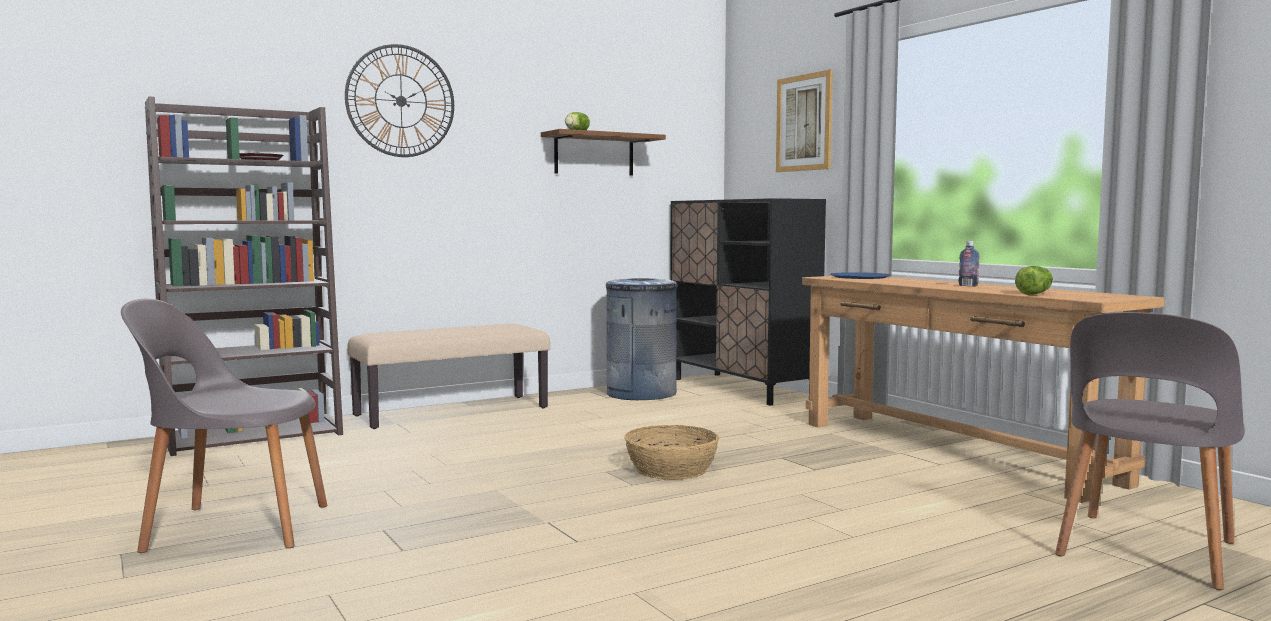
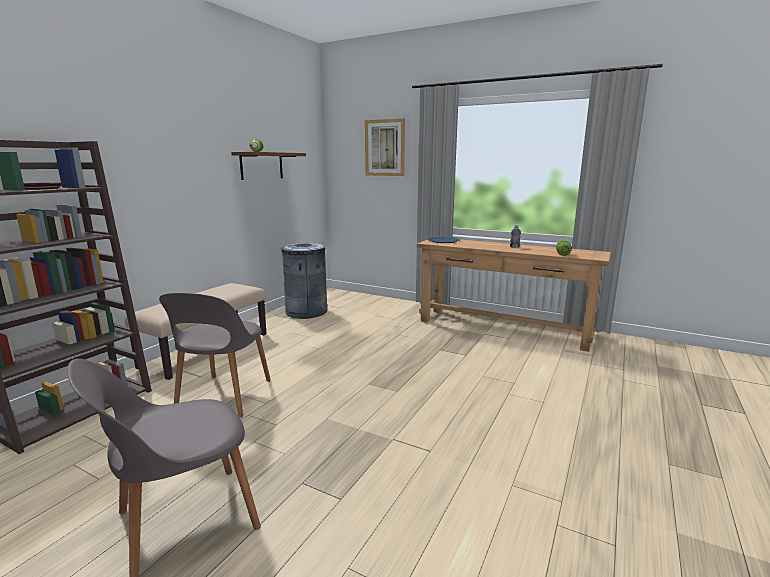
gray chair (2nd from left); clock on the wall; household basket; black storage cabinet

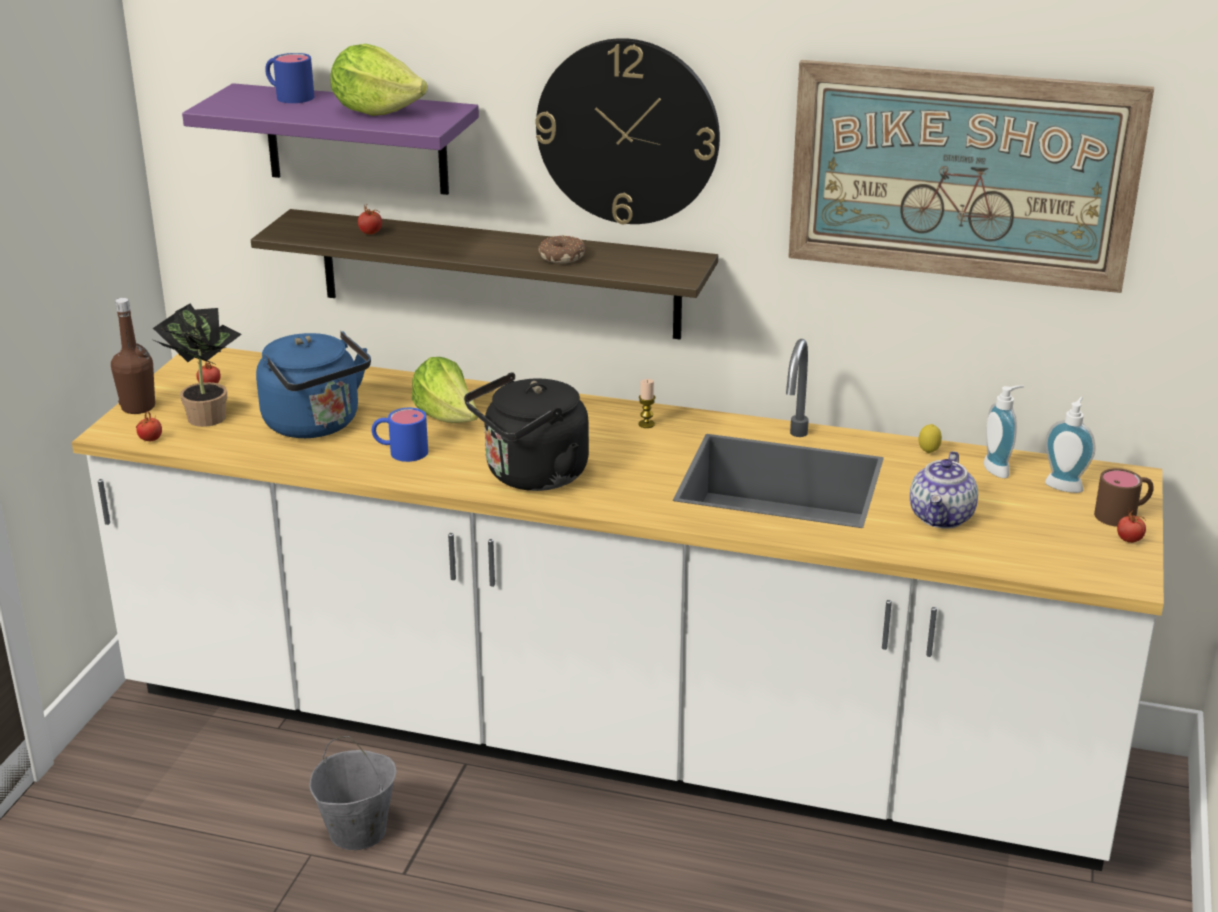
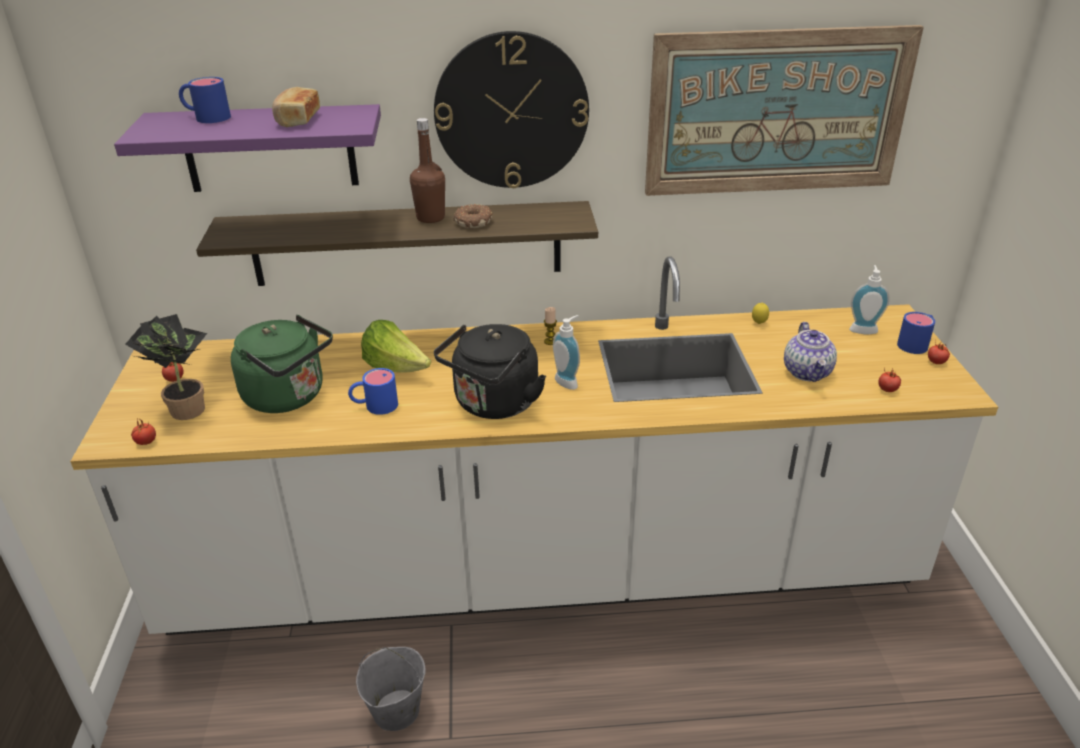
green-coloured kettle; baked bread; brown-coloured drink bottle; liquid soap bottle (1st from left); whole tomato (3rd from left); blue mug (3rd from left)

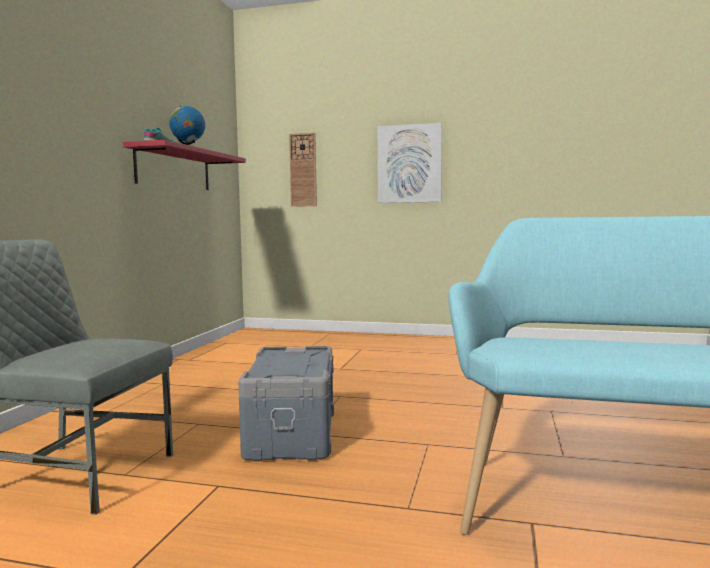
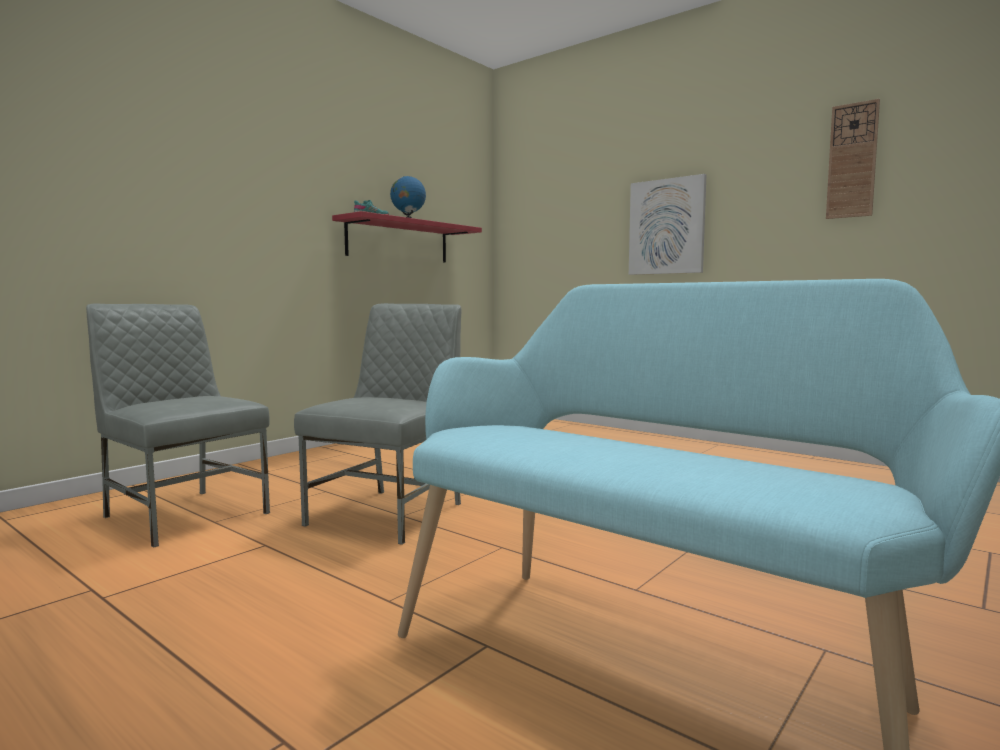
gray chair (2nd from left); clock on the wall

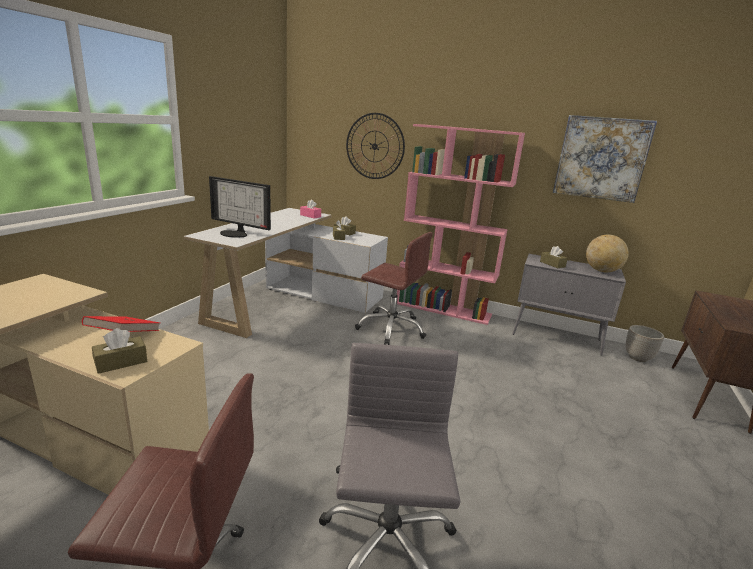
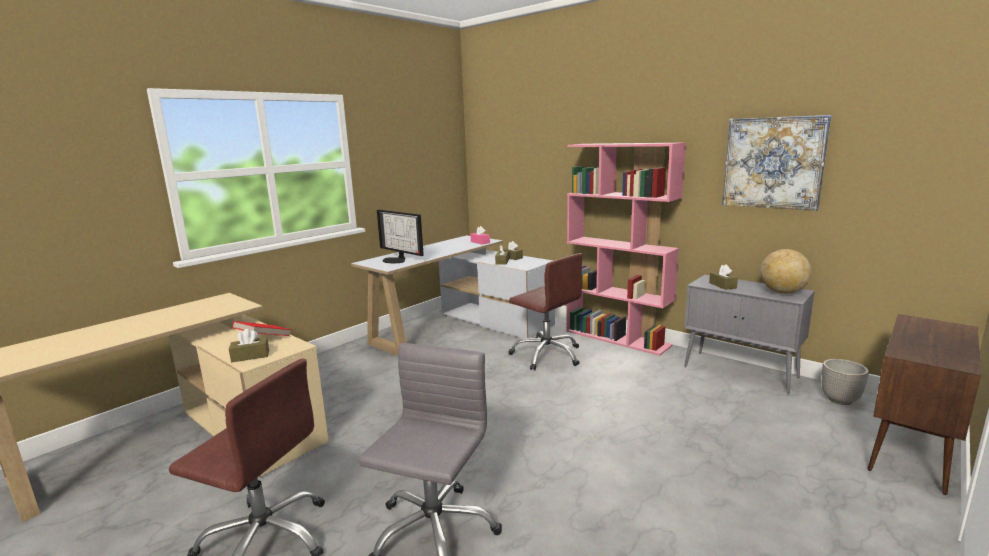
clock on the wall

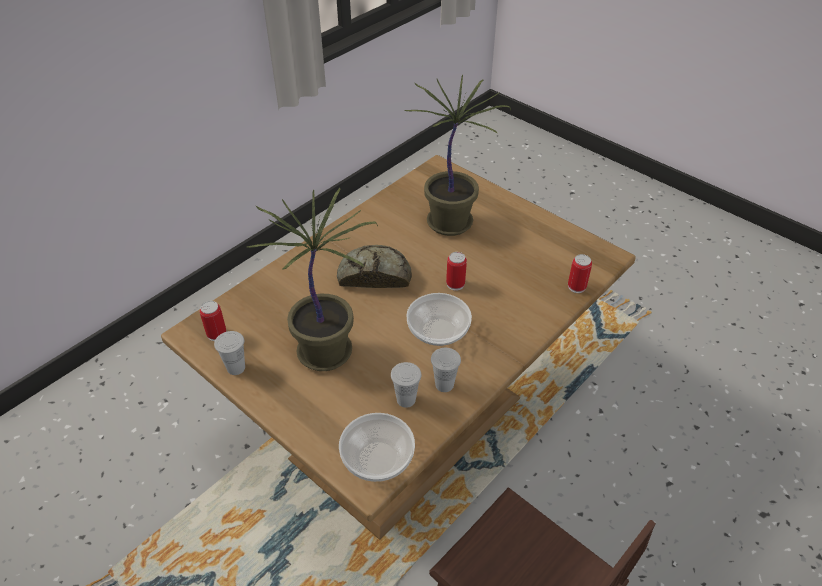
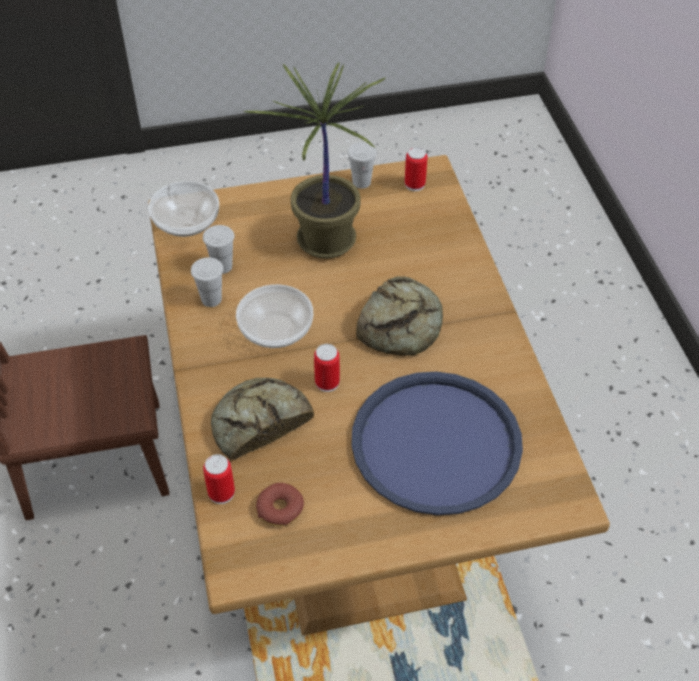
baked bread (1st from left); ring doughnut; blue carrying tray

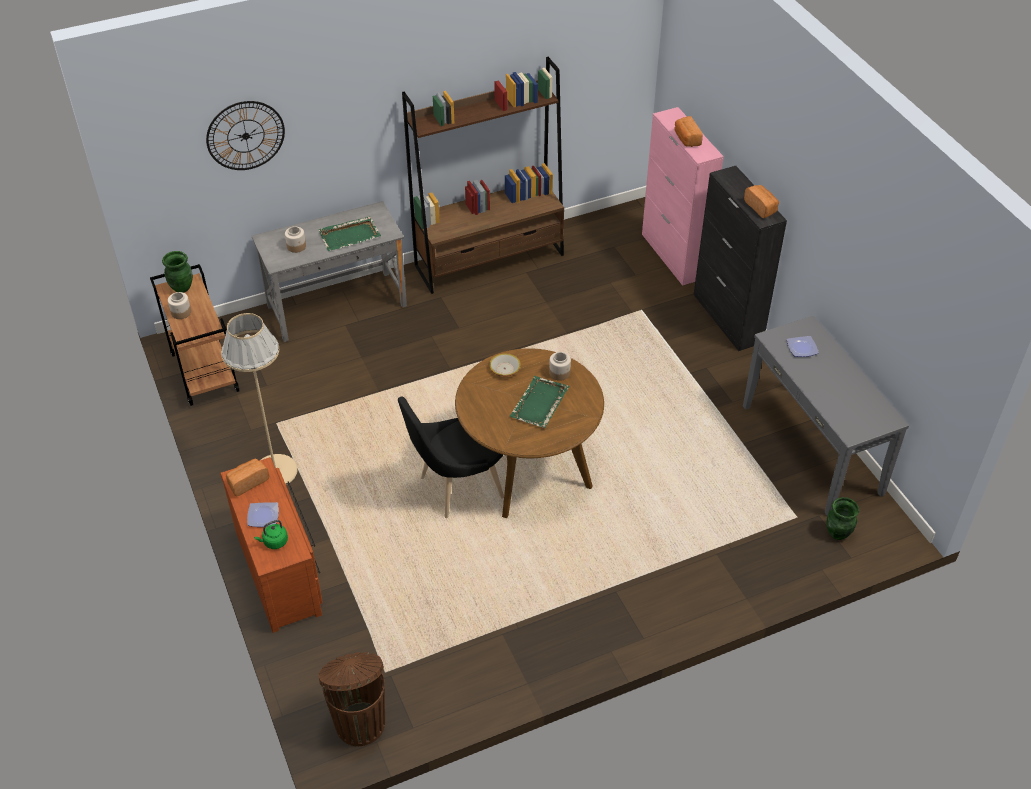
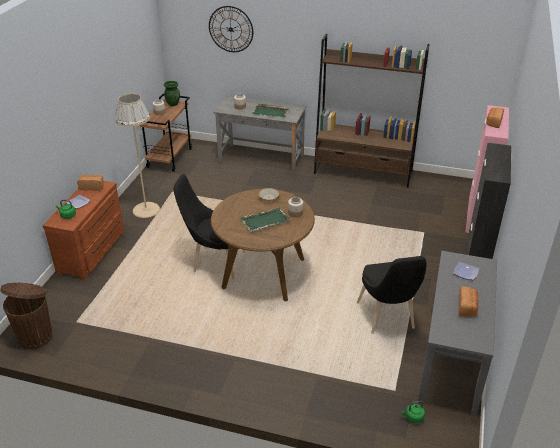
black chair (2nd from left); green-coloured kettle (2nd from left); baked bread (2nd from left)

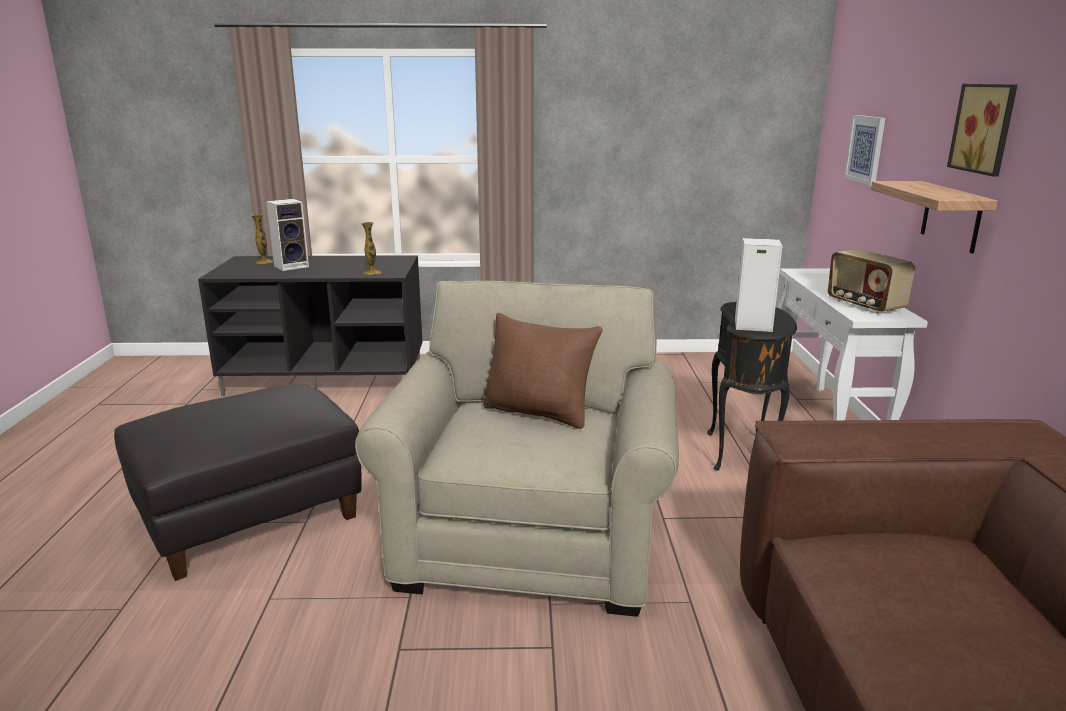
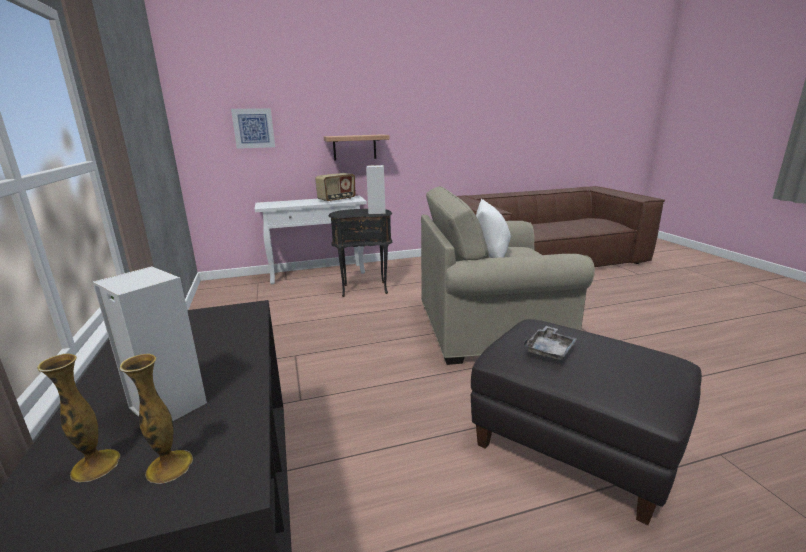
decorative vase (2nd from left); whitish cushion; gray carrying tray; wall picture (2nd from left in the first image)

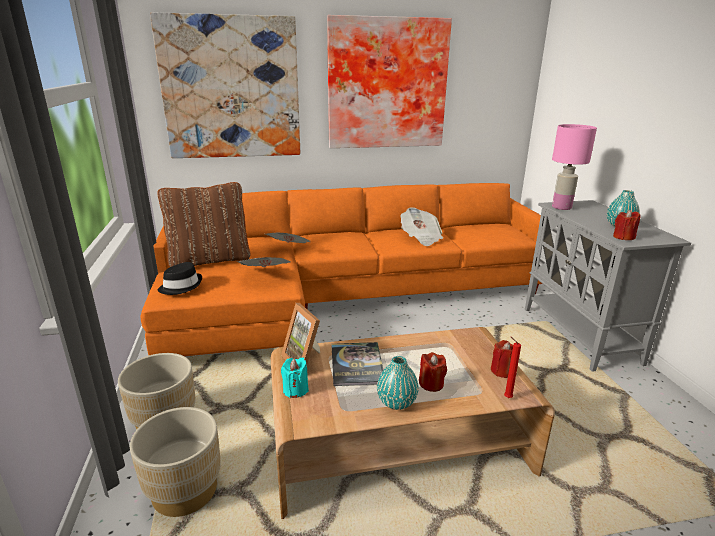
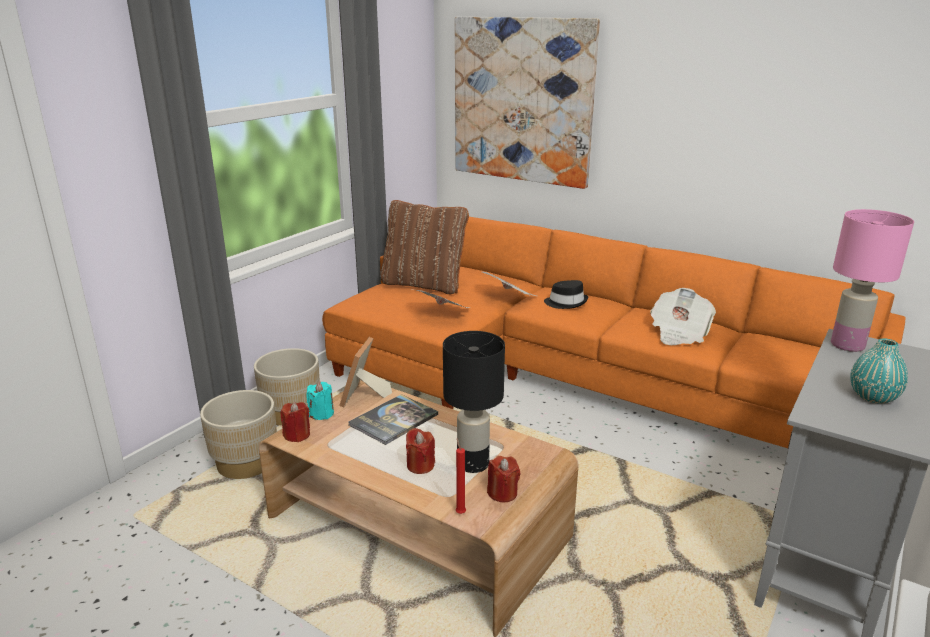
red-coloured wax candle (1st from left); black lamp for a table; black hat; wall picture (2nd from left in the first image); blue-green decorative vase (1st from left in the first image)

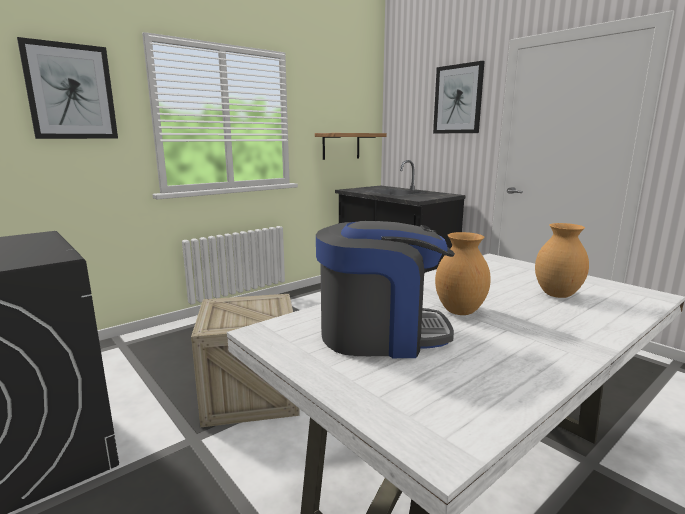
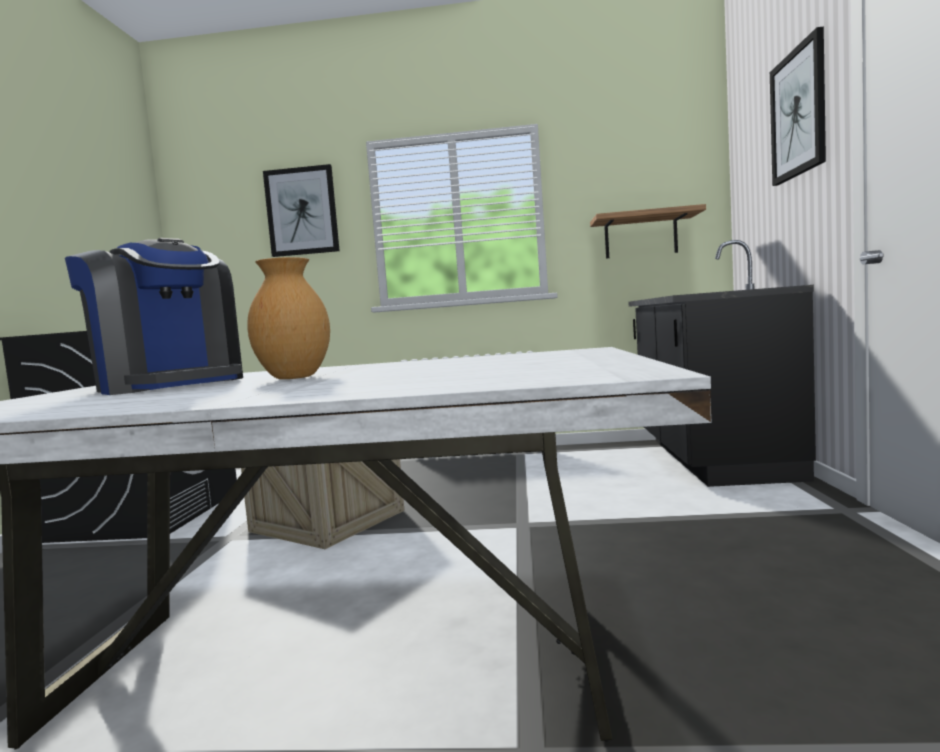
brown-coloured decorative vase (2nd from left in the first image)

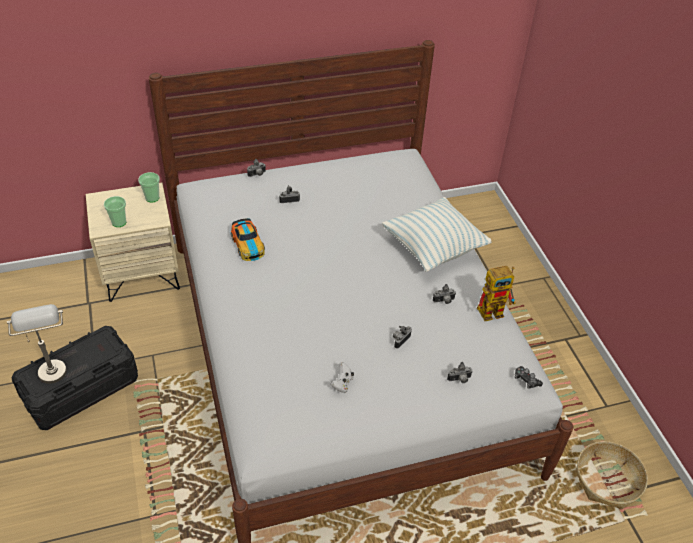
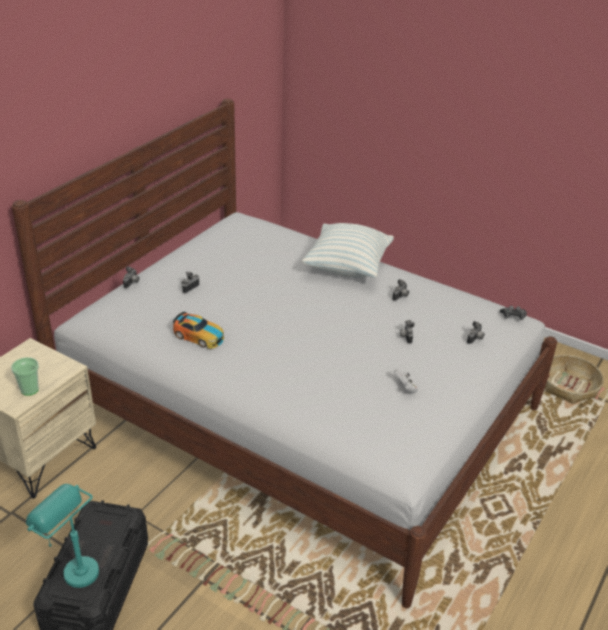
blue-green lamp for a table; cup (2nd from left in the first image); robot figure

